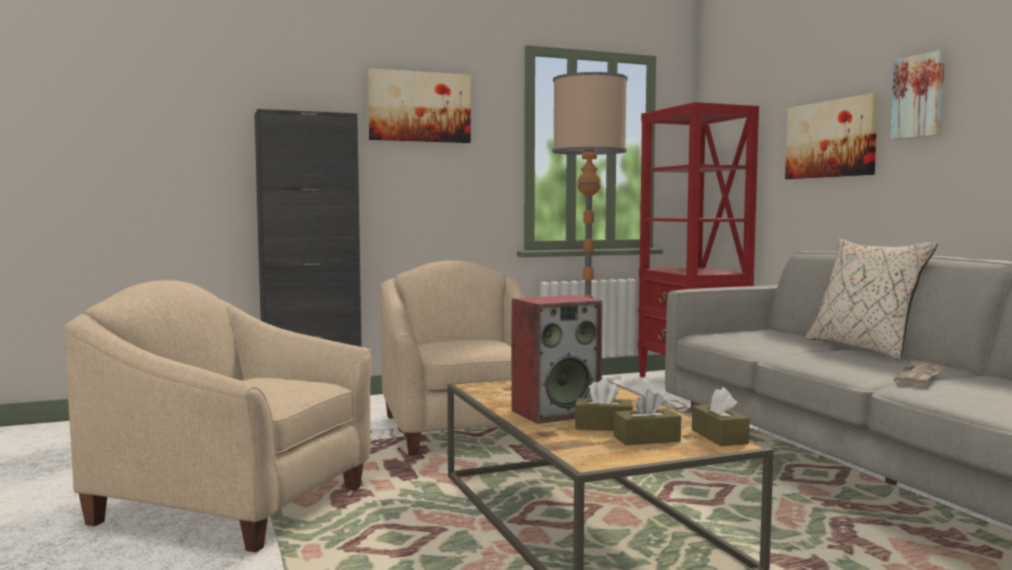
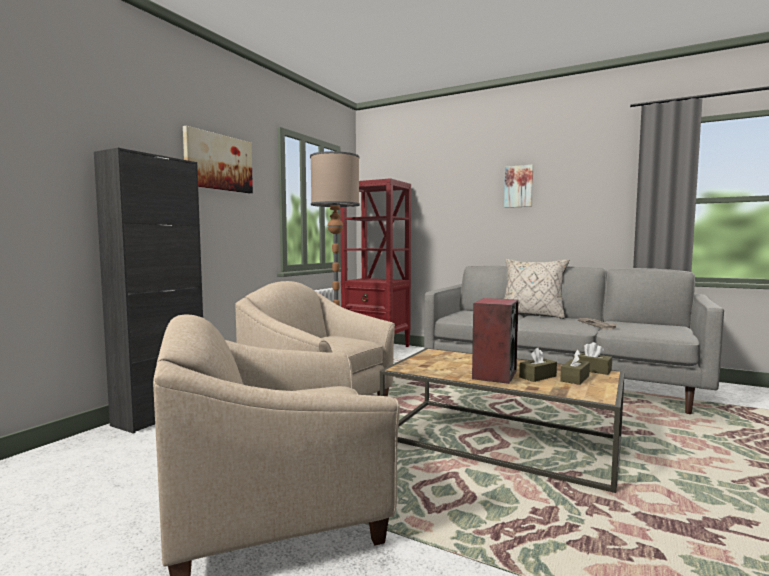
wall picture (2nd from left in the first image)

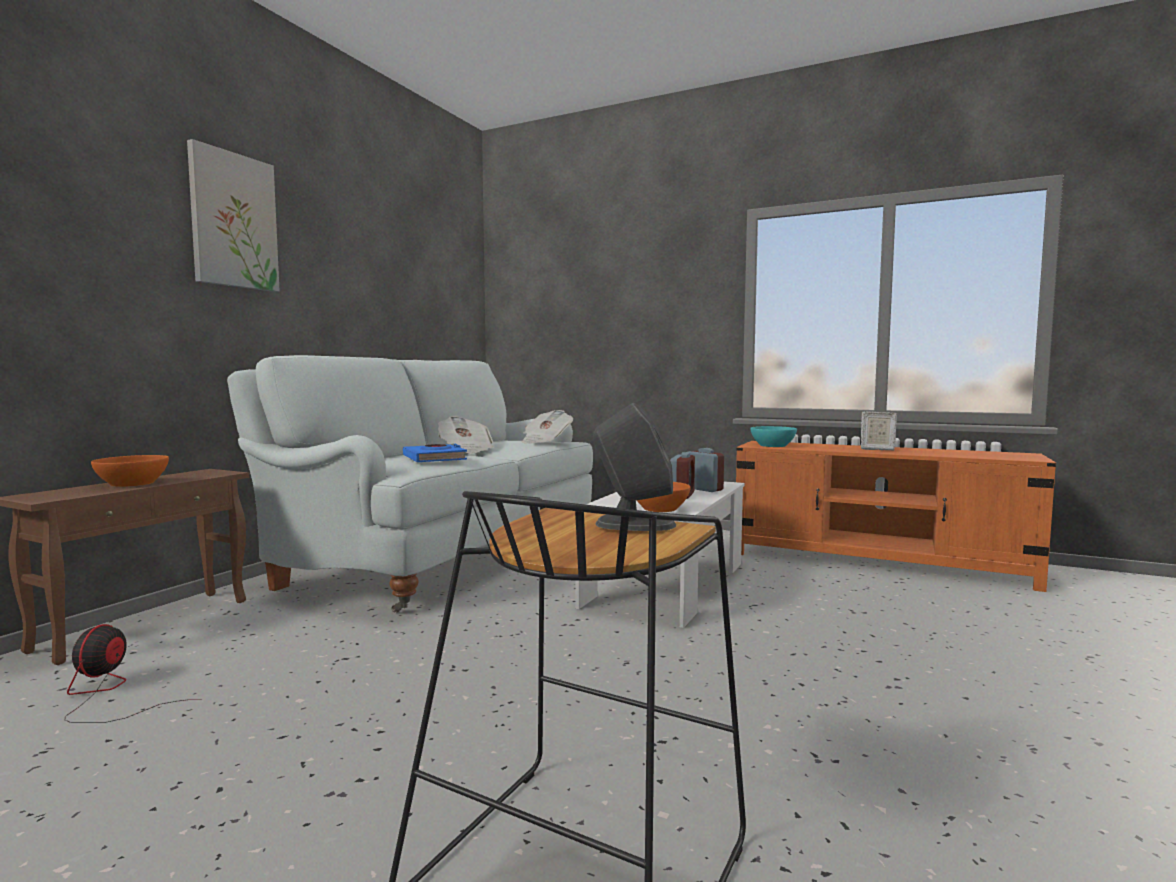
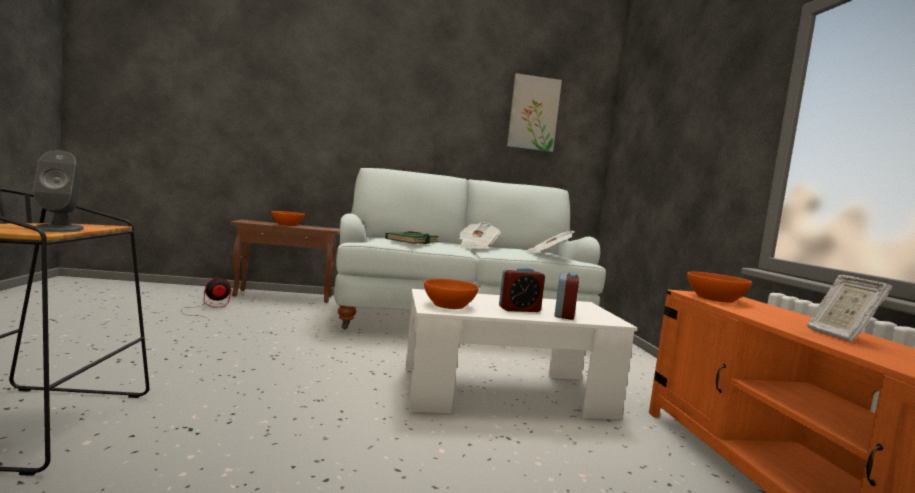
green-coloured book; wall picture; orangey bowl (3rd from left)

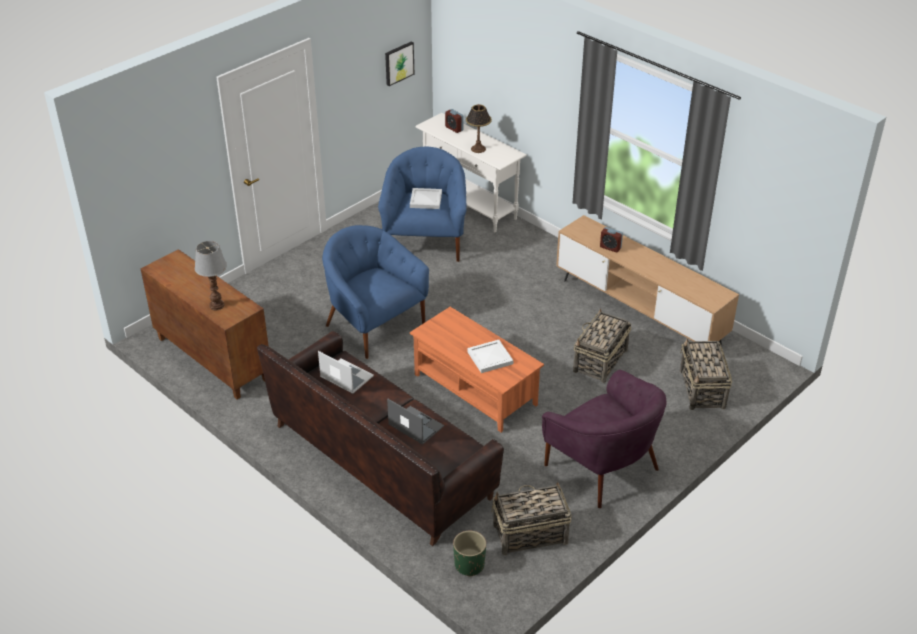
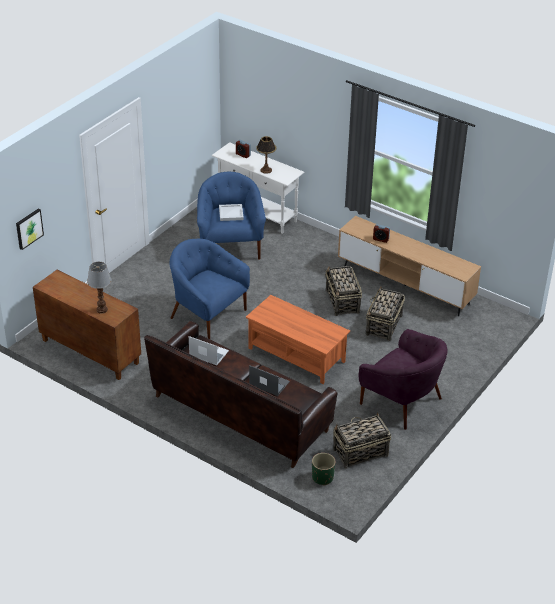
wall picture; household basket (1st from left); whitish carrying tray (2nd from left in the first image)

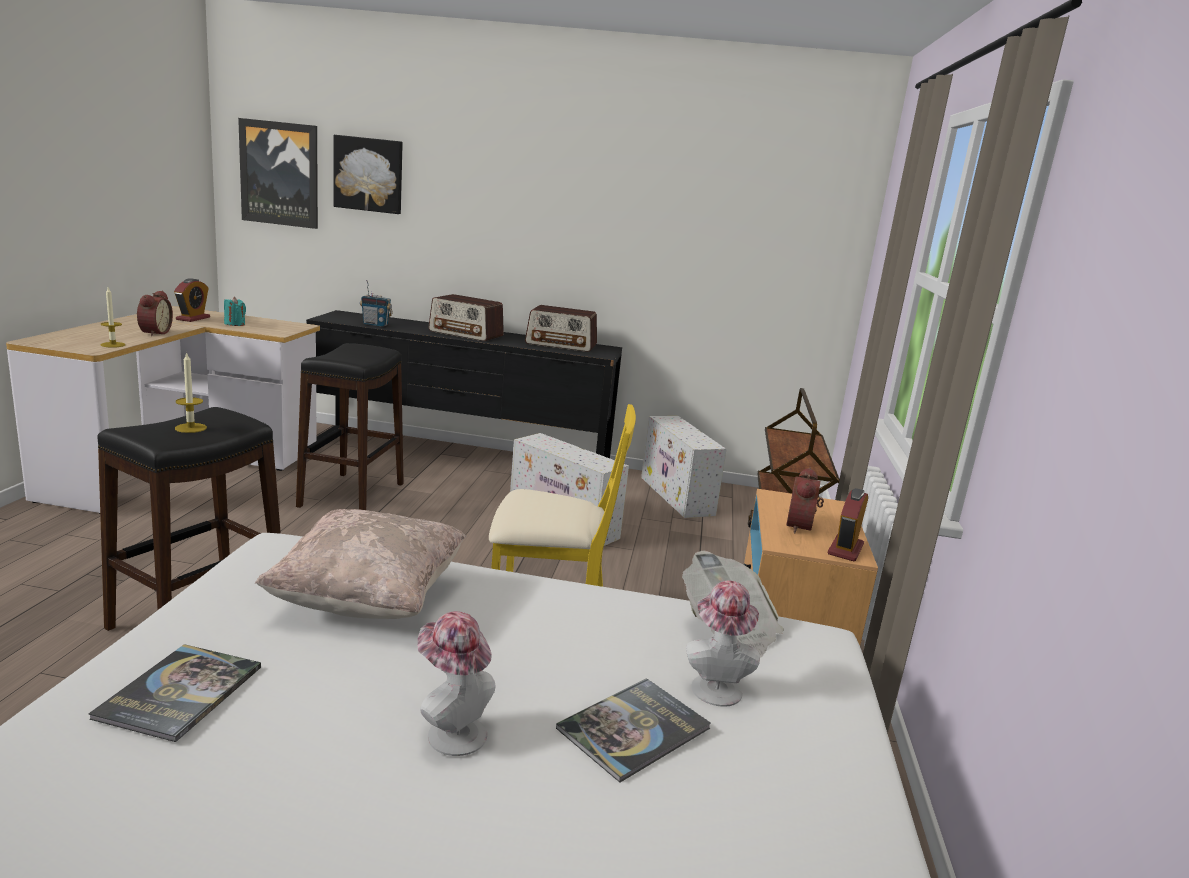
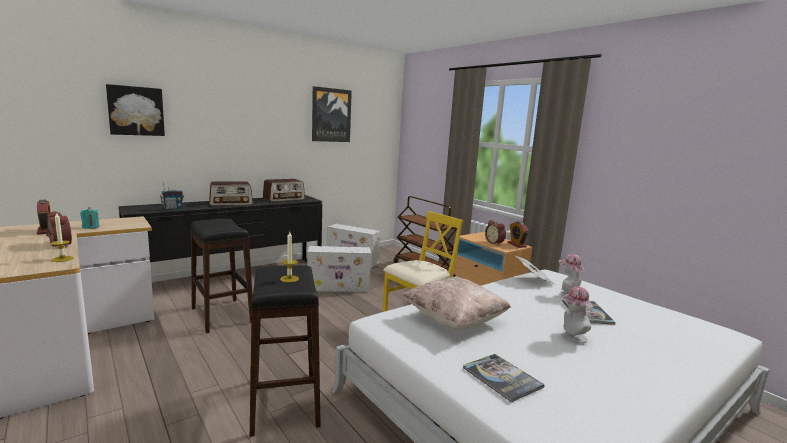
wall picture (2nd from left)

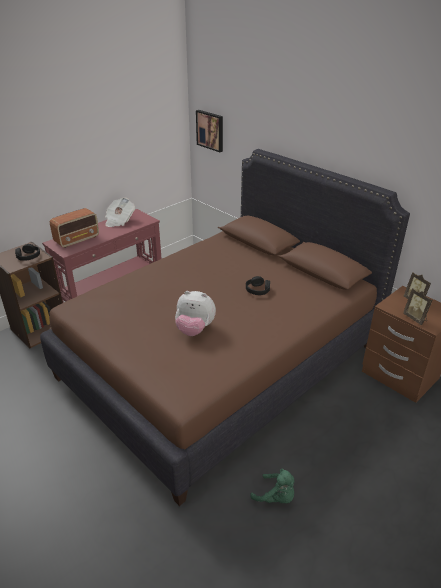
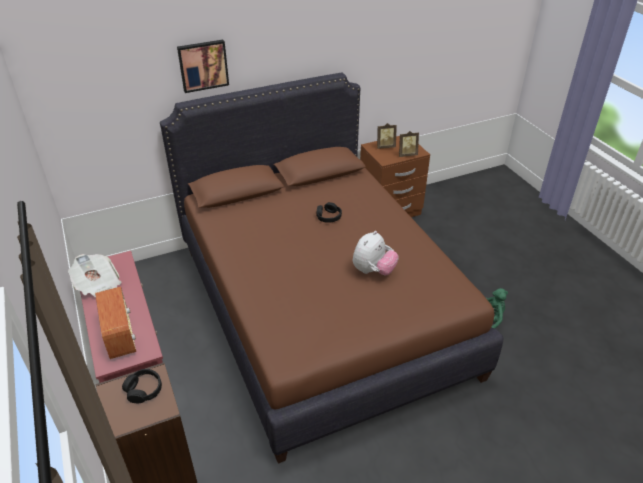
wall picture

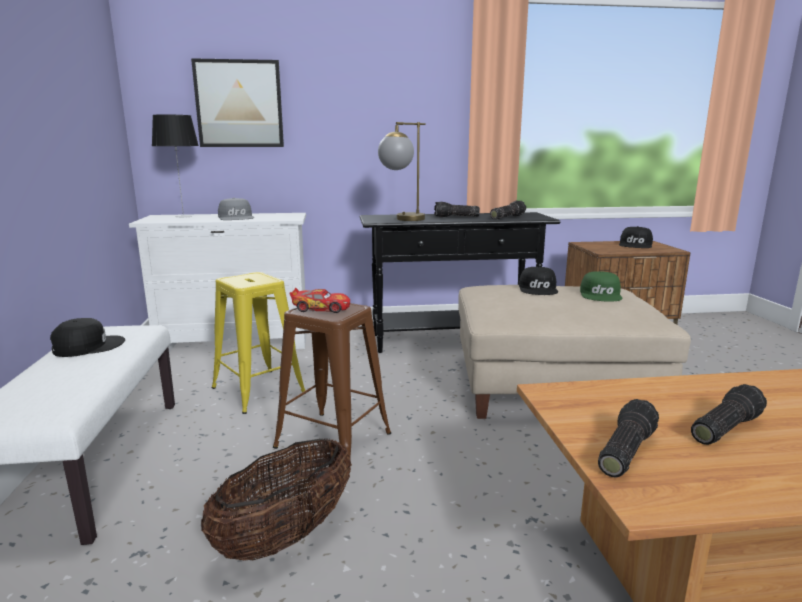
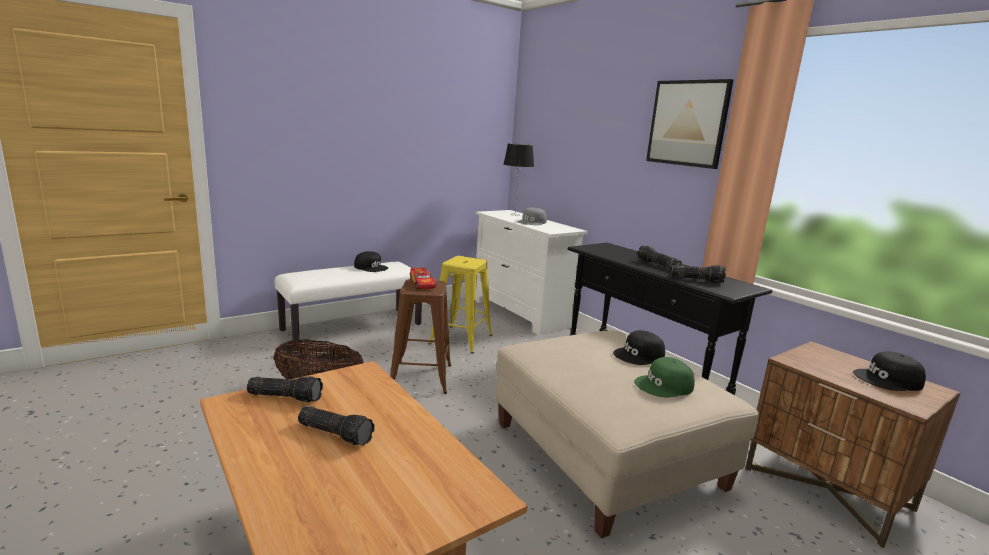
wall picture; lamp for a table (2nd from left in the first image)

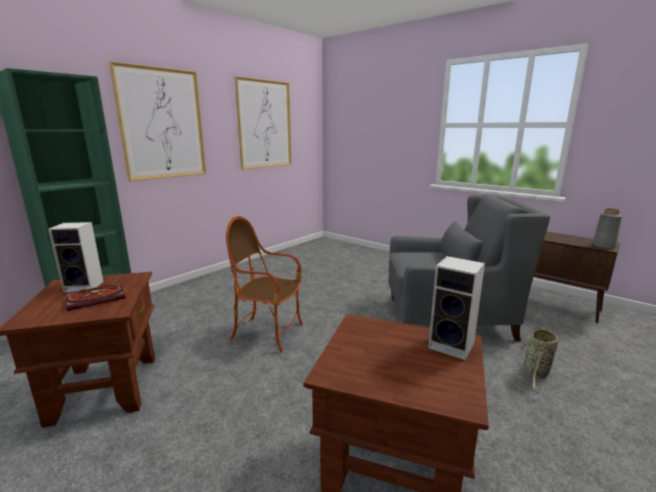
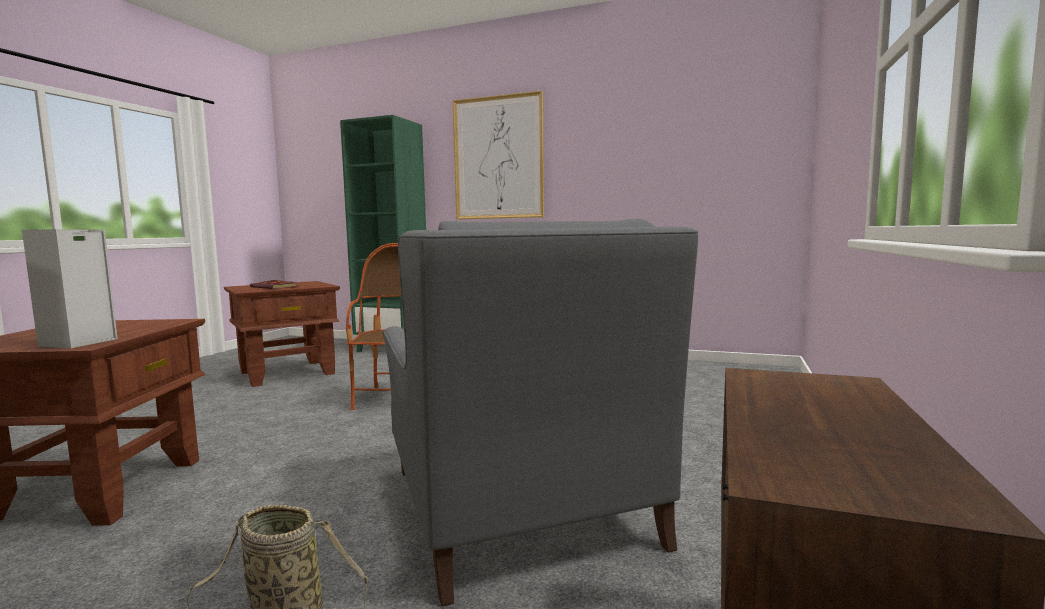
speaker (1st from left in the first image); wall picture (2nd from left in the first image); gray decorative vase

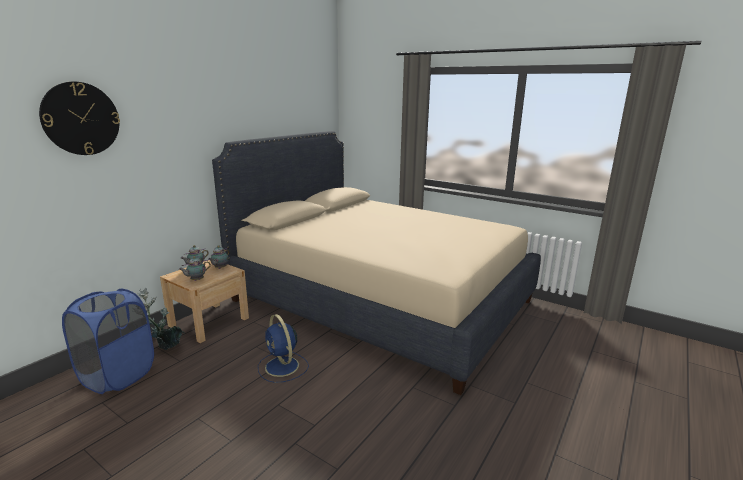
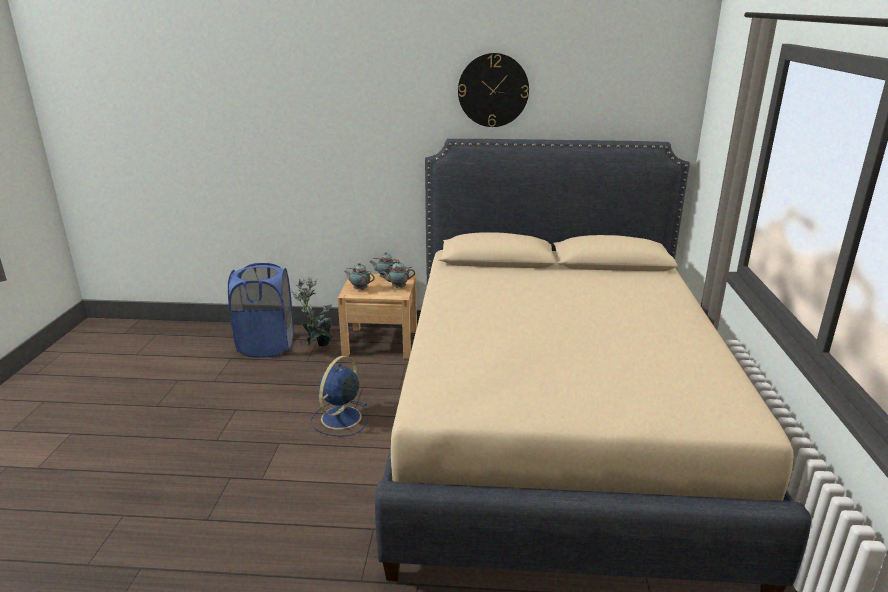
clock on the wall

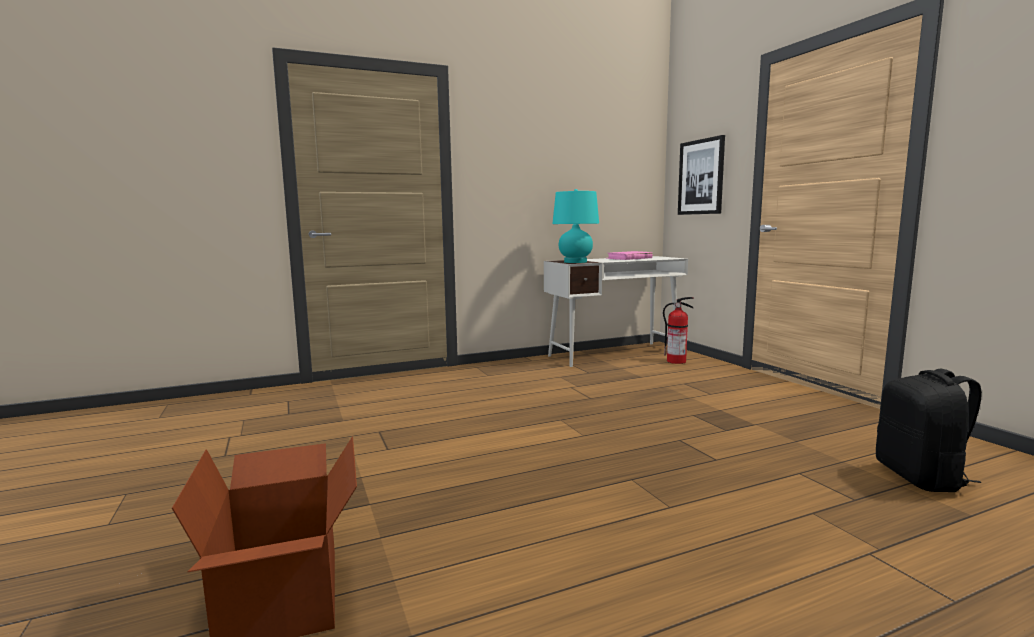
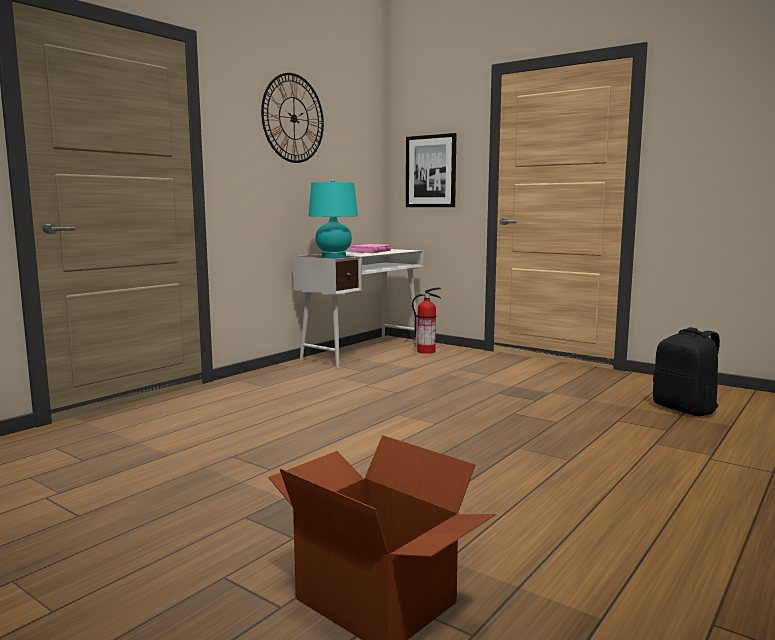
clock on the wall

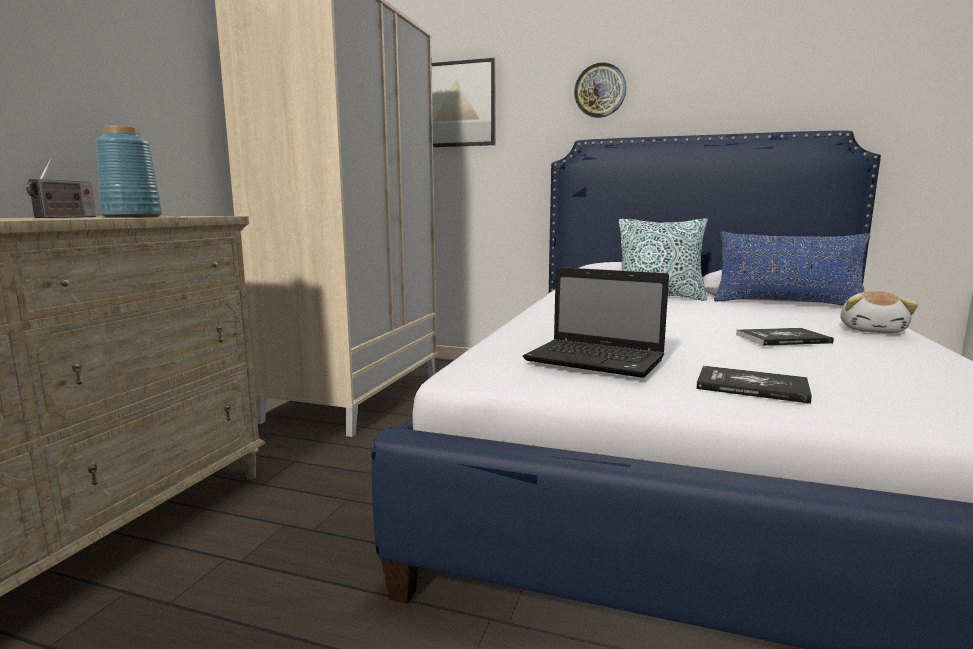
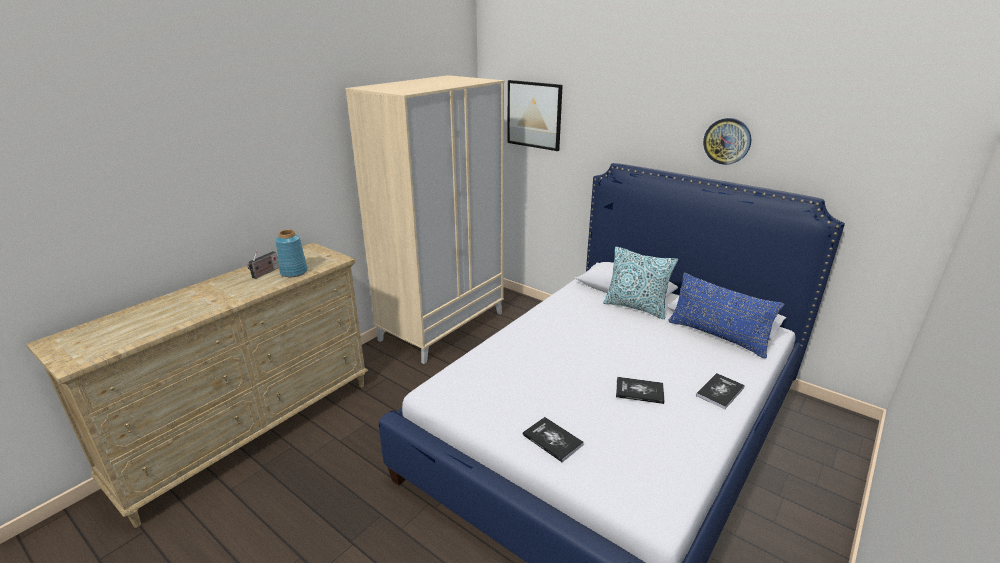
book (3rd from left); clock on the wall; portable computer

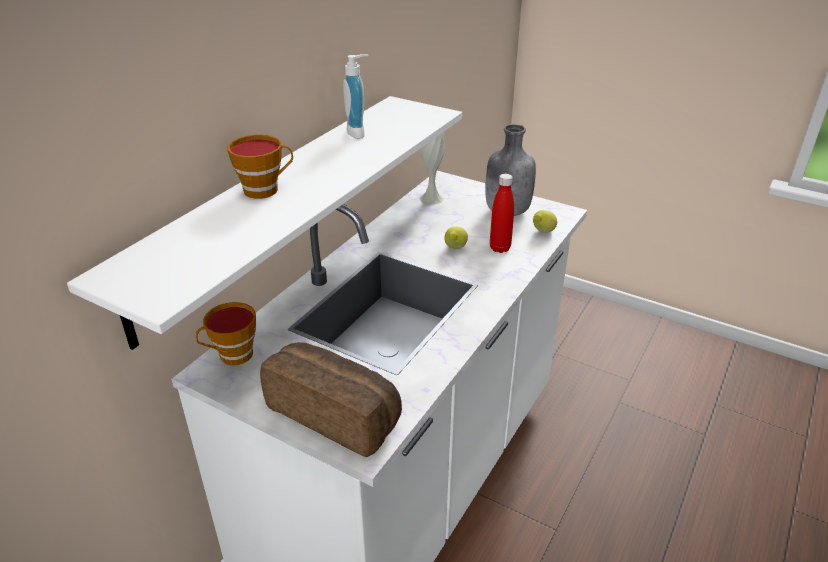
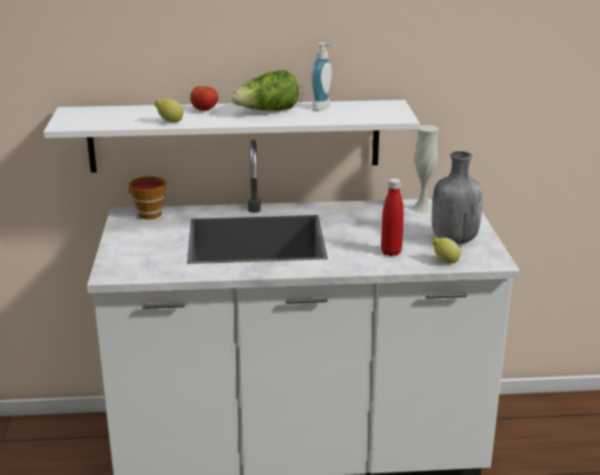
citrus fruit (1st from left); whole tomato; lettuce head; baked bread

